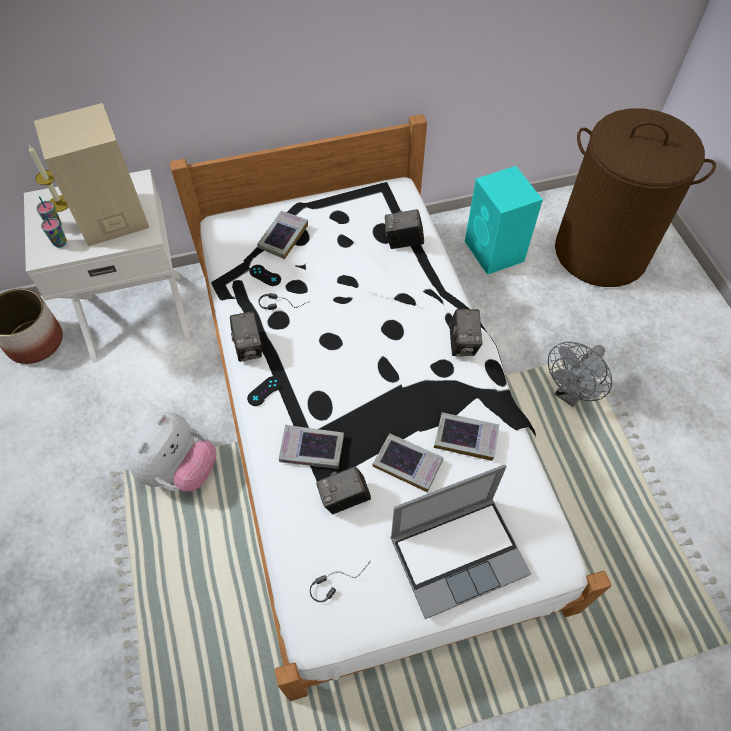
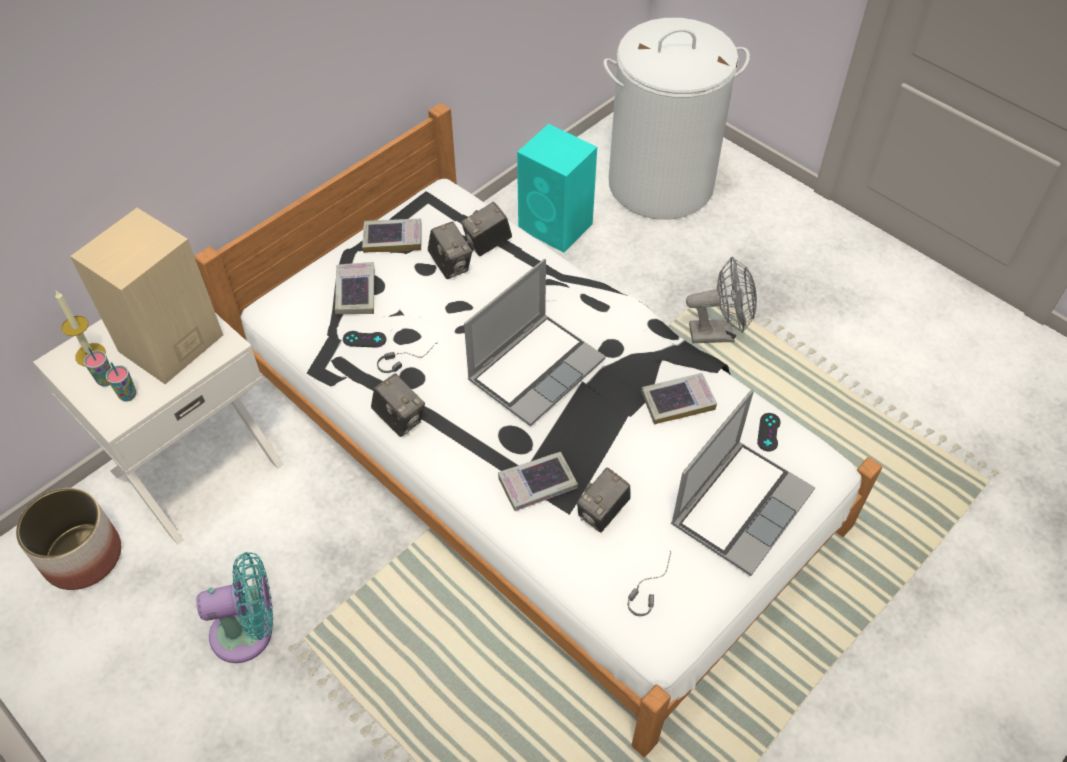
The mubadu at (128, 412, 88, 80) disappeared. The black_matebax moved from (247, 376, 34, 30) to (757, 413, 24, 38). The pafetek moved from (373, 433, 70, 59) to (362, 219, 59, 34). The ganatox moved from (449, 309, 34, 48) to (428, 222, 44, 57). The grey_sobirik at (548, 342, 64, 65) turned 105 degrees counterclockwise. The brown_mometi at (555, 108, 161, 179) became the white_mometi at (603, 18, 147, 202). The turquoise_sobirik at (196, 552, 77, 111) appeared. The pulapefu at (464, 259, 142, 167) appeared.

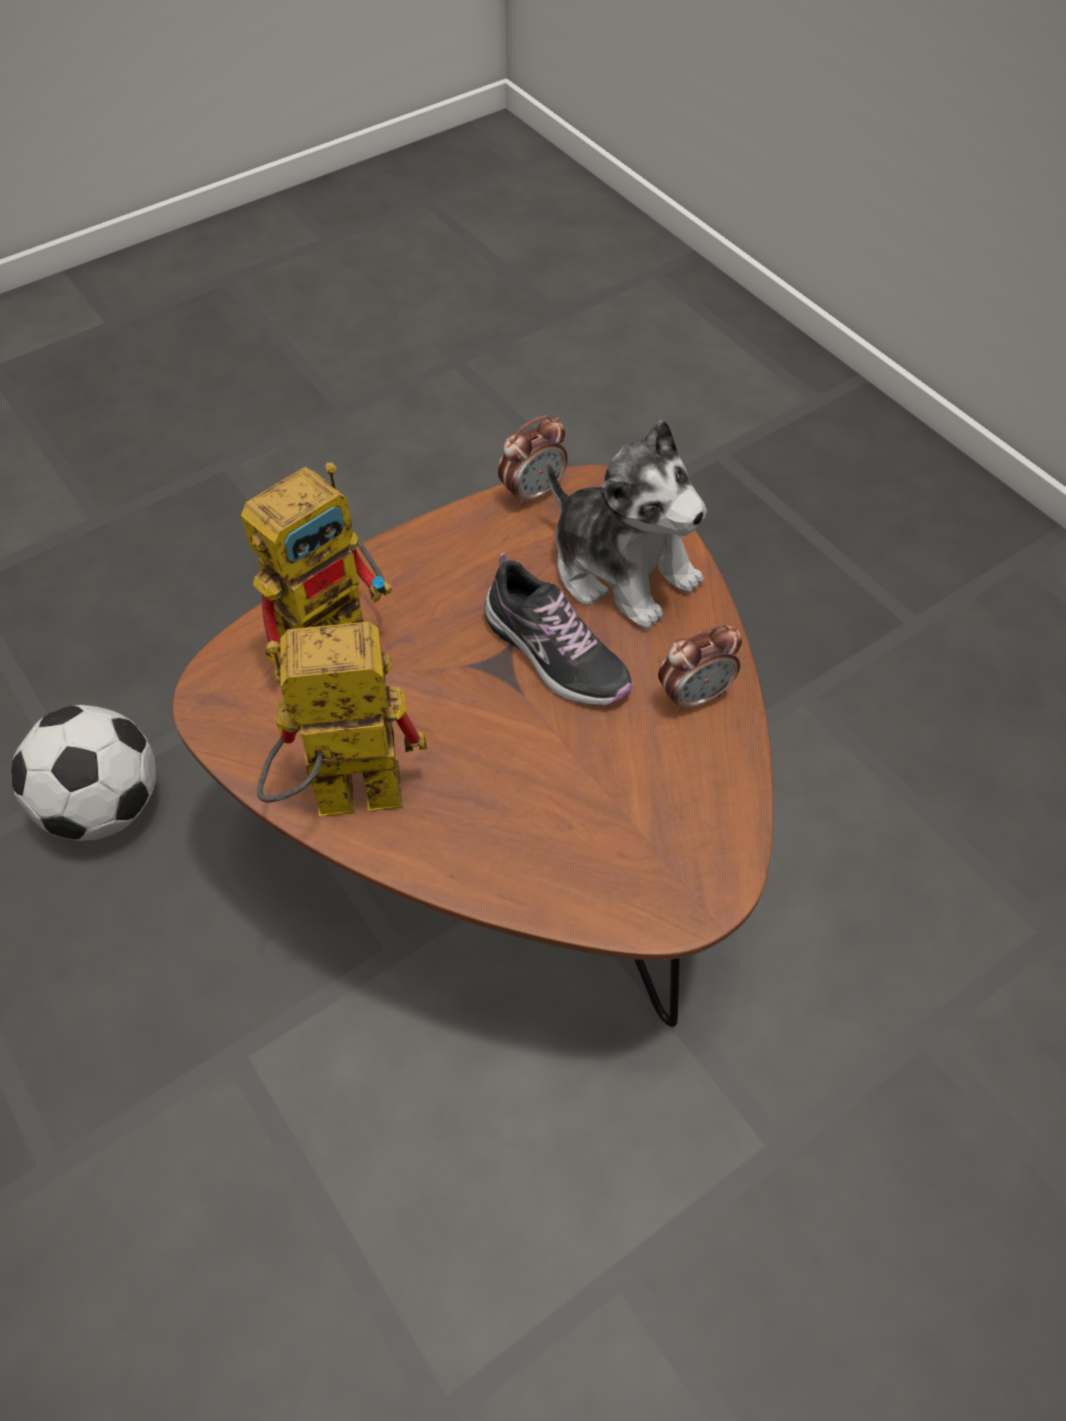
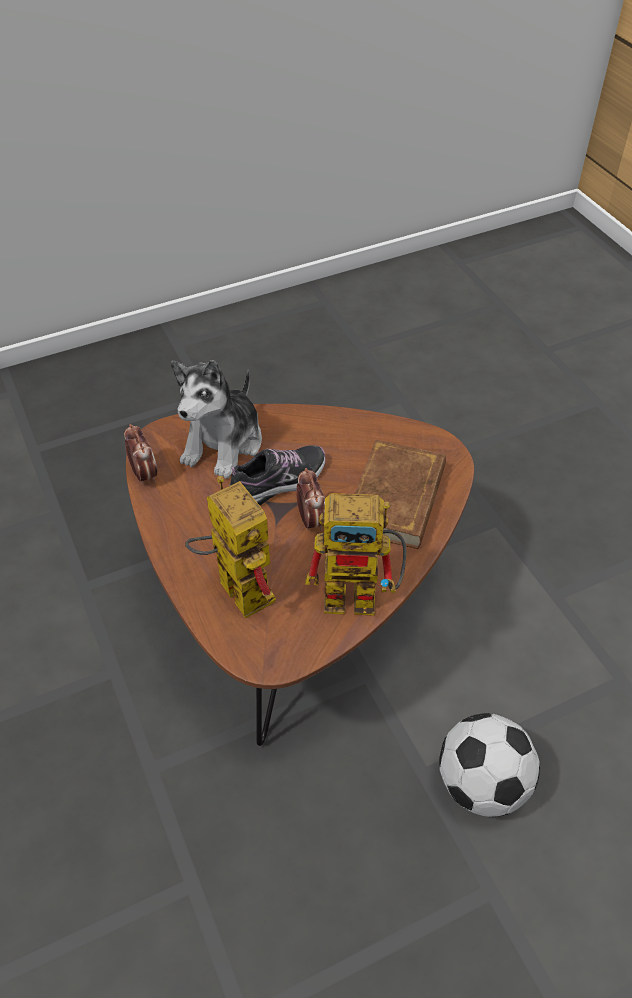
The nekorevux moved from (11, 705, 145, 136) to (439, 713, 101, 104). The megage at (257, 622, 170, 194) turned 90 degrees counterclockwise. The mubadu at (547, 419, 160, 211) turned 150 degrees clockwise. The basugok moved from (658, 624, 84, 89) to (297, 468, 28, 63). The brown_pafetek at (355, 440, 91, 109) appeared.

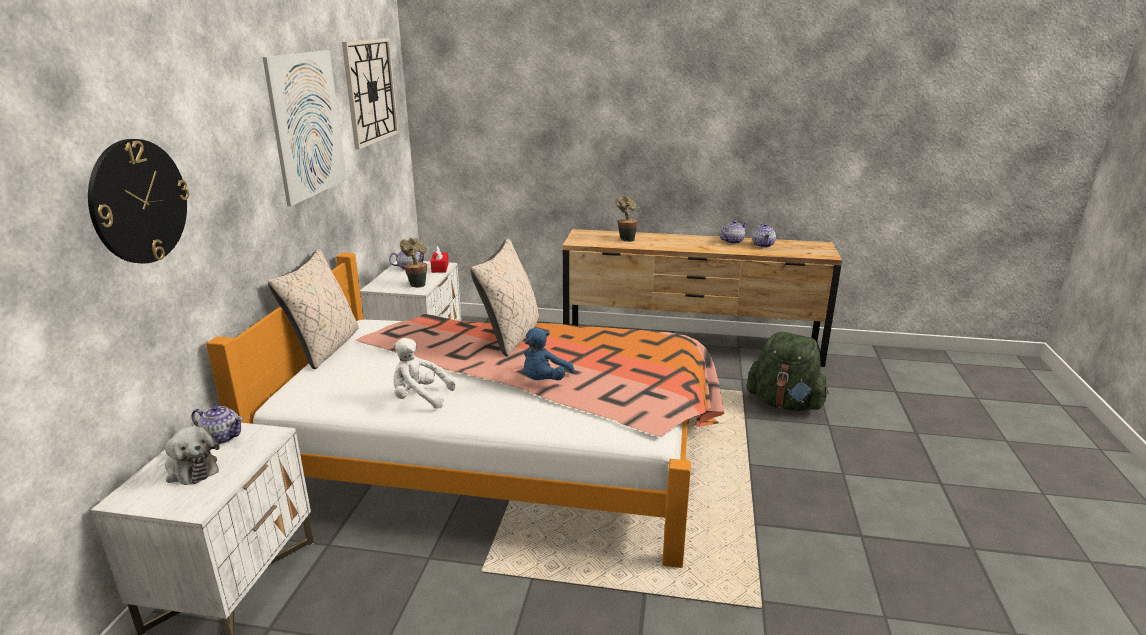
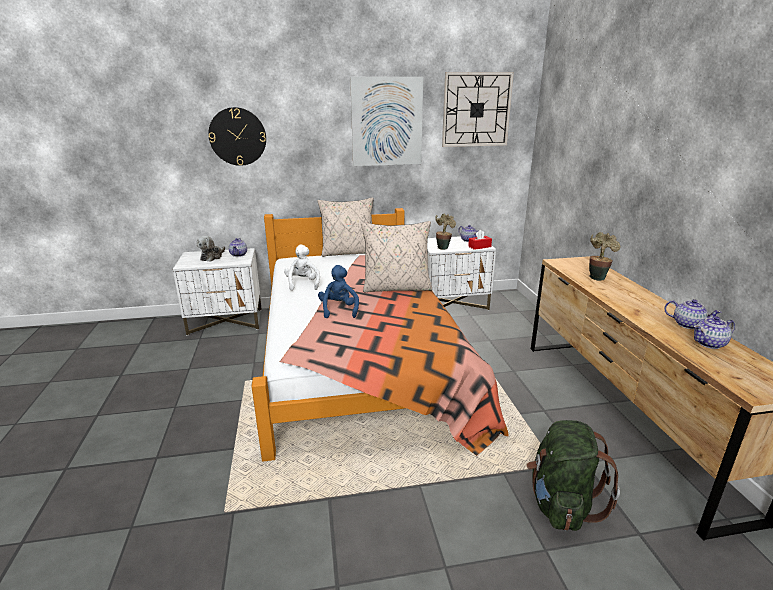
The blue_mubadu at (524, 328, 51, 52) turned 75 degrees clockwise.

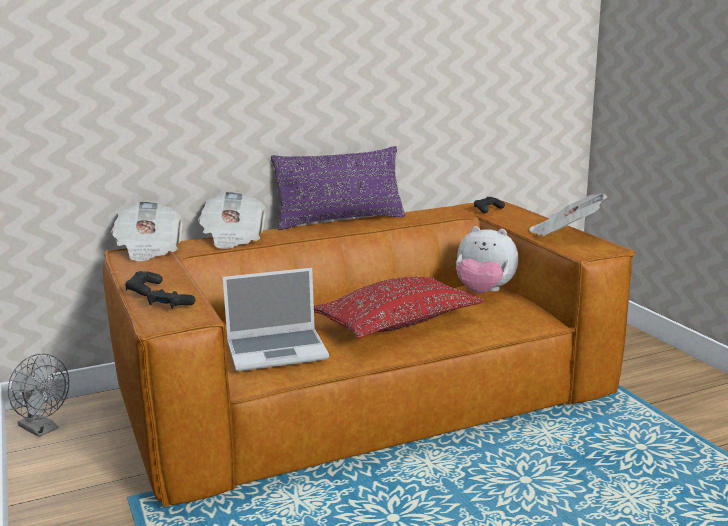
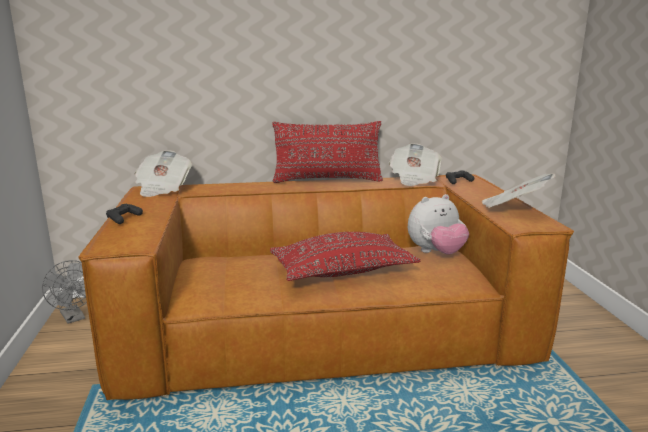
The black_matebax at (147, 289, 48, 20) disappeared. The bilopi moved from (198, 191, 69, 58) to (389, 143, 53, 43). The pulapefu at (223, 268, 106, 103) disappeared. The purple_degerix at (271, 146, 135, 84) became the red_degerix at (272, 121, 111, 62). The mubadu at (456, 226, 62, 67) turned 60 degrees counterclockwise.

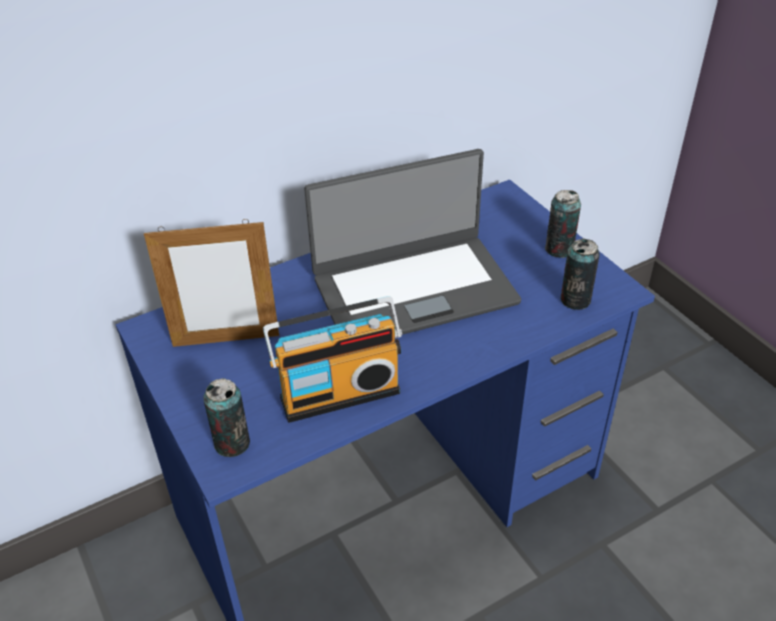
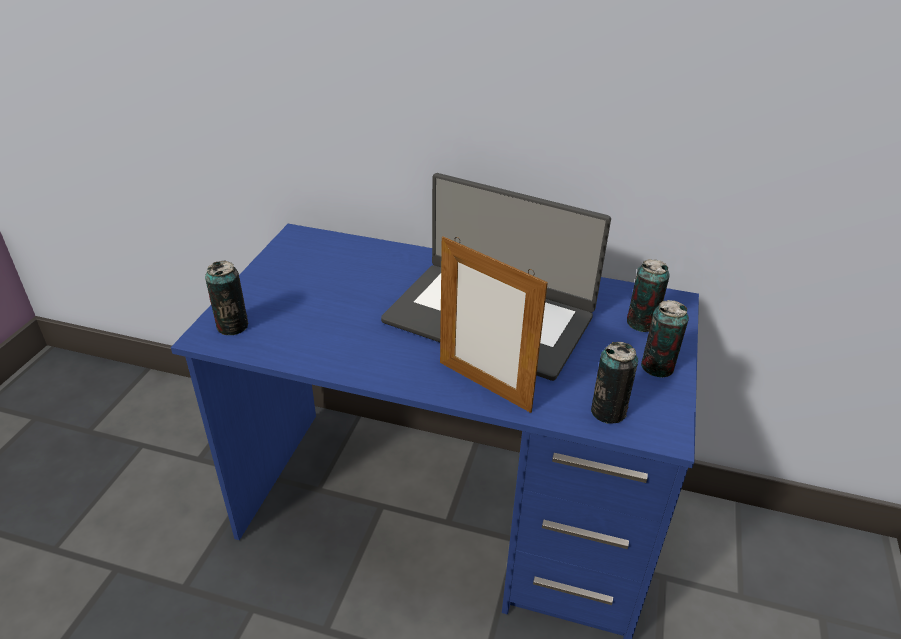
The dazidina moved from (144, 219, 135, 128) to (440, 236, 108, 177). The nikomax at (263, 296, 139, 127) disappeared. The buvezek at (627, 259, 43, 73) appeared.

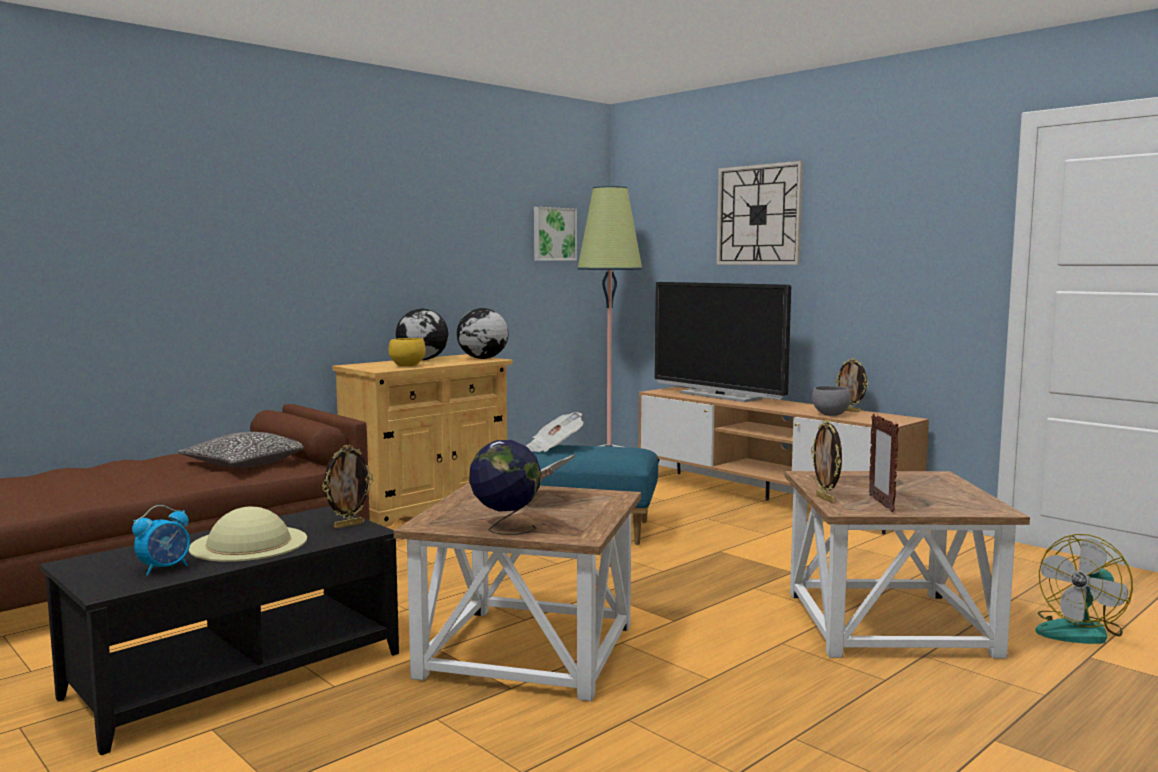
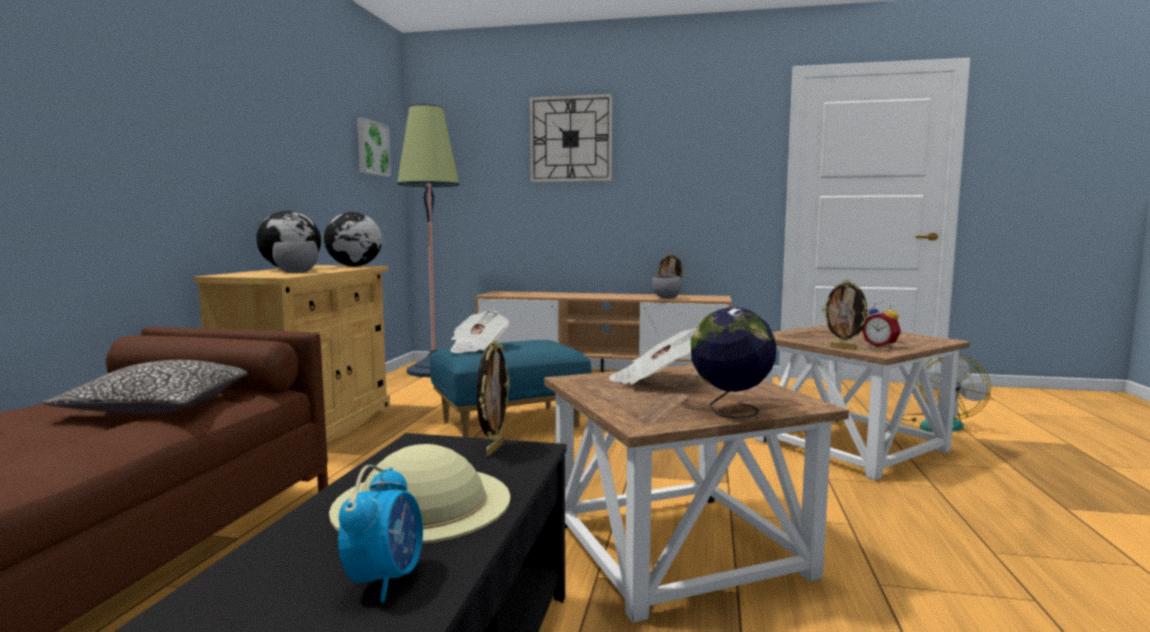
The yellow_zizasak at (388, 338, 38, 28) became the grey_zizasak at (272, 241, 47, 32). The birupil at (654, 282, 137, 120) disappeared. The dazidina at (869, 414, 30, 98) was replaced by the basugok at (862, 302, 39, 46).

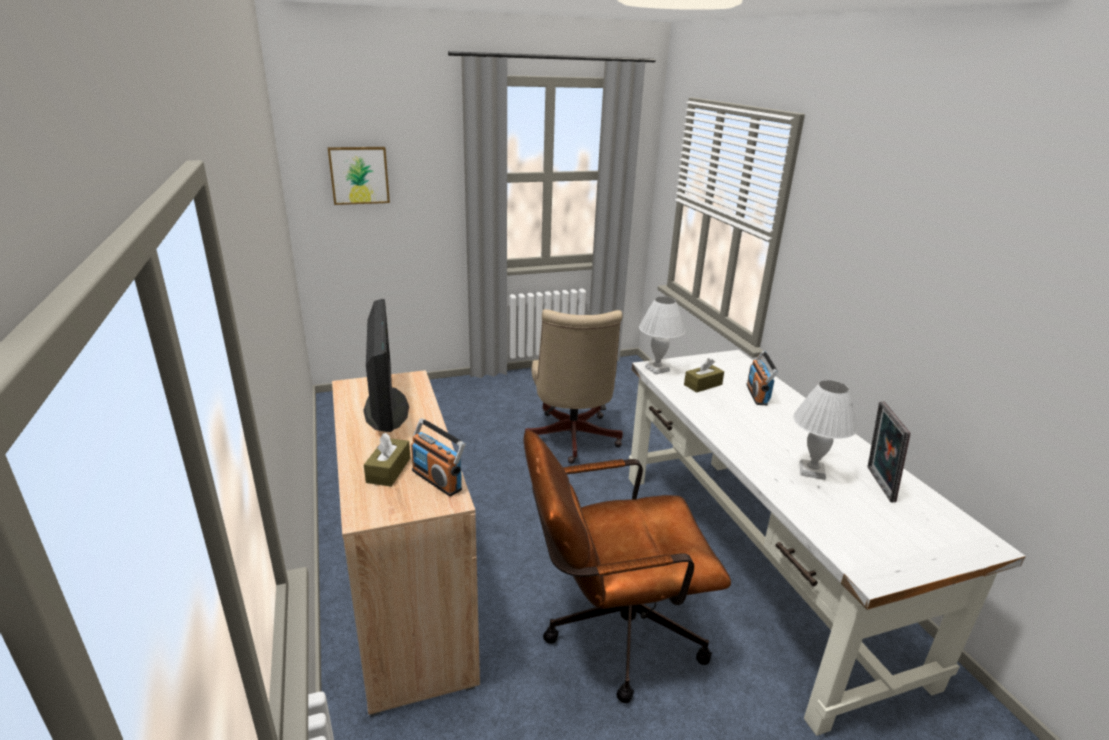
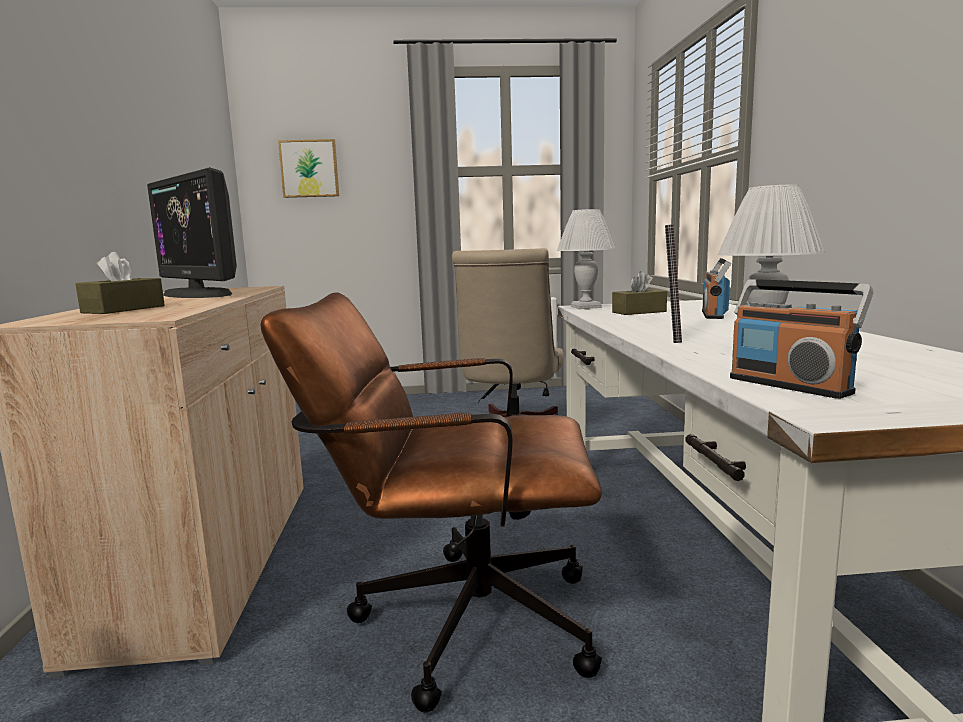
The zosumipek at (363, 299, 46, 133) turned 135 degrees clockwise. The nikomax moved from (411, 419, 54, 77) to (730, 279, 143, 120). The dazidina moved from (868, 401, 43, 101) to (665, 224, 17, 119).

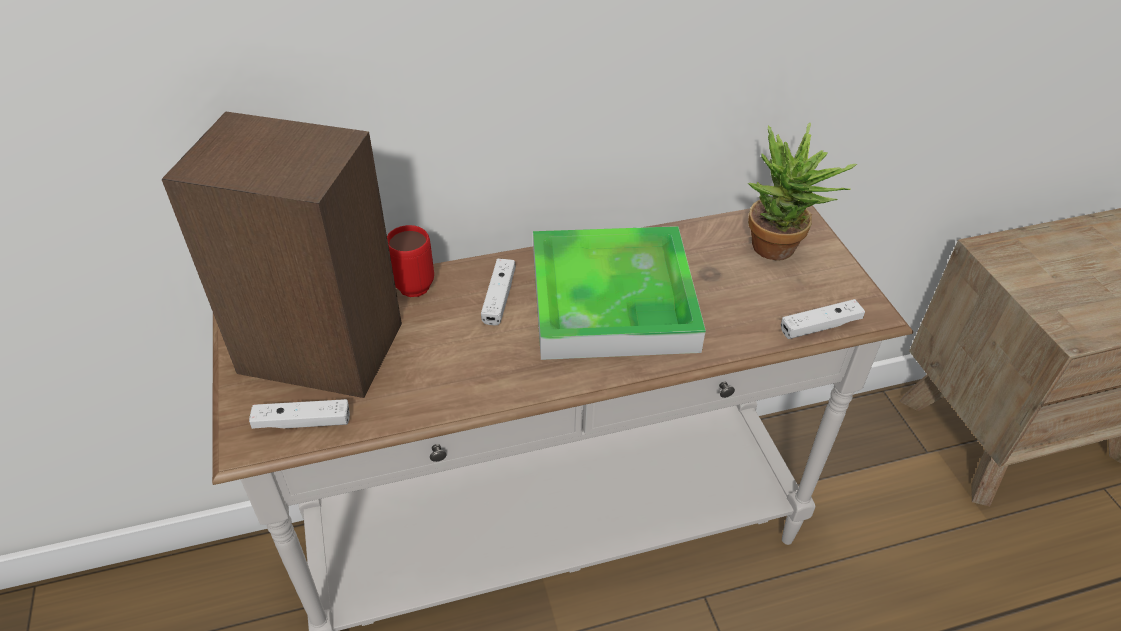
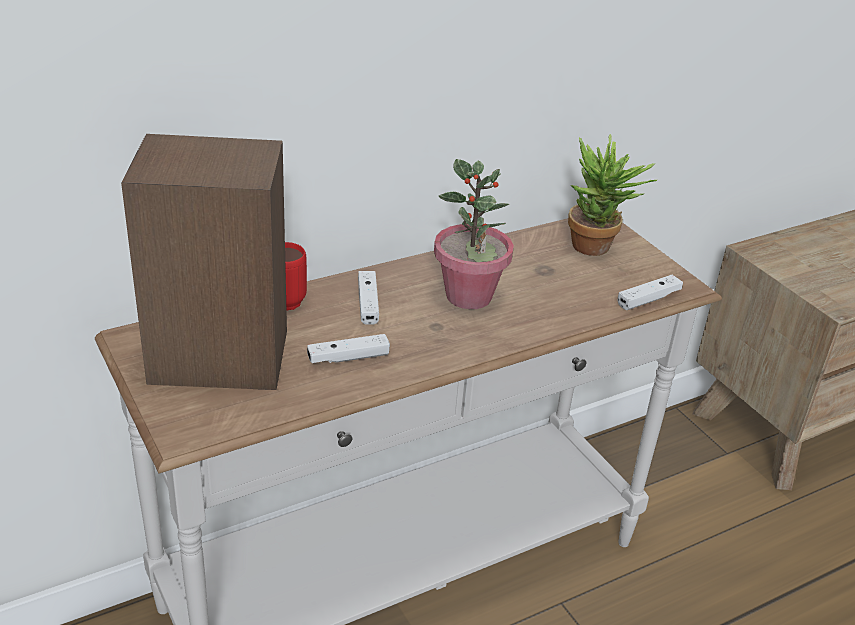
The white_matebax moved from (249, 399, 101, 30) to (307, 334, 83, 29). The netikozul at (533, 226, 173, 134) was replaced by the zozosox at (434, 159, 80, 150).

